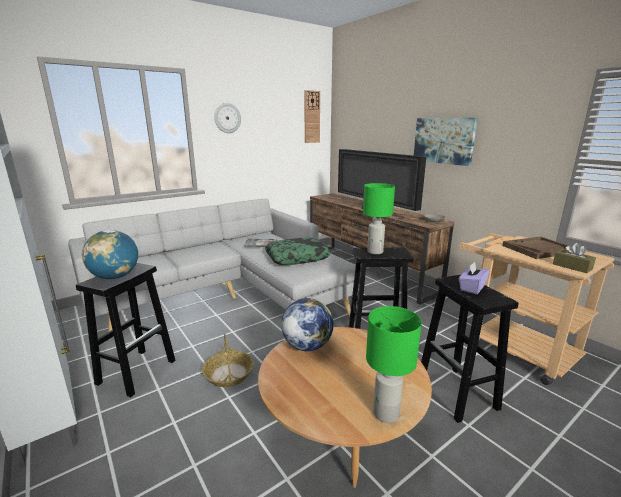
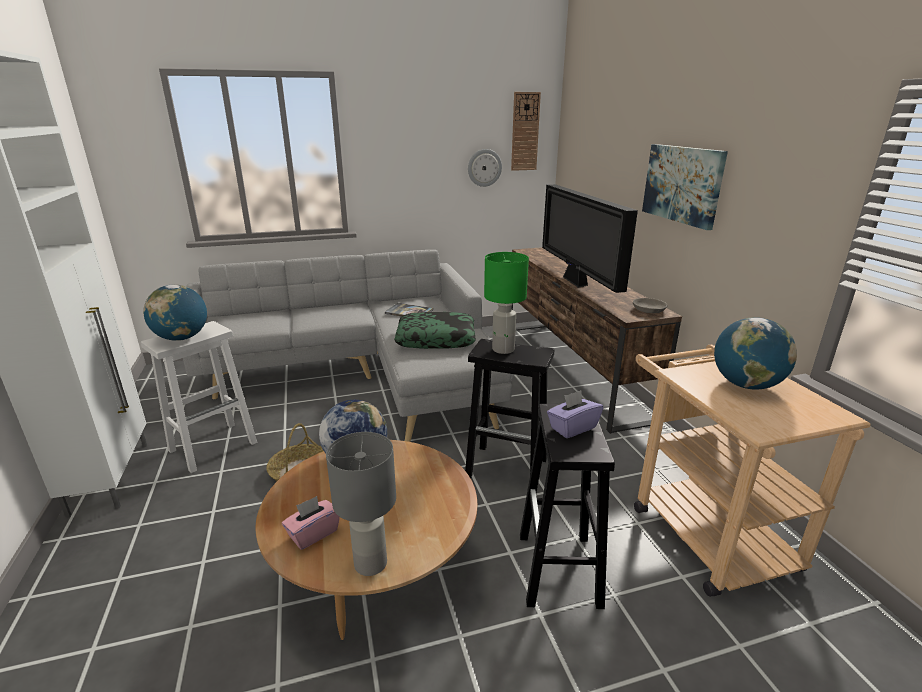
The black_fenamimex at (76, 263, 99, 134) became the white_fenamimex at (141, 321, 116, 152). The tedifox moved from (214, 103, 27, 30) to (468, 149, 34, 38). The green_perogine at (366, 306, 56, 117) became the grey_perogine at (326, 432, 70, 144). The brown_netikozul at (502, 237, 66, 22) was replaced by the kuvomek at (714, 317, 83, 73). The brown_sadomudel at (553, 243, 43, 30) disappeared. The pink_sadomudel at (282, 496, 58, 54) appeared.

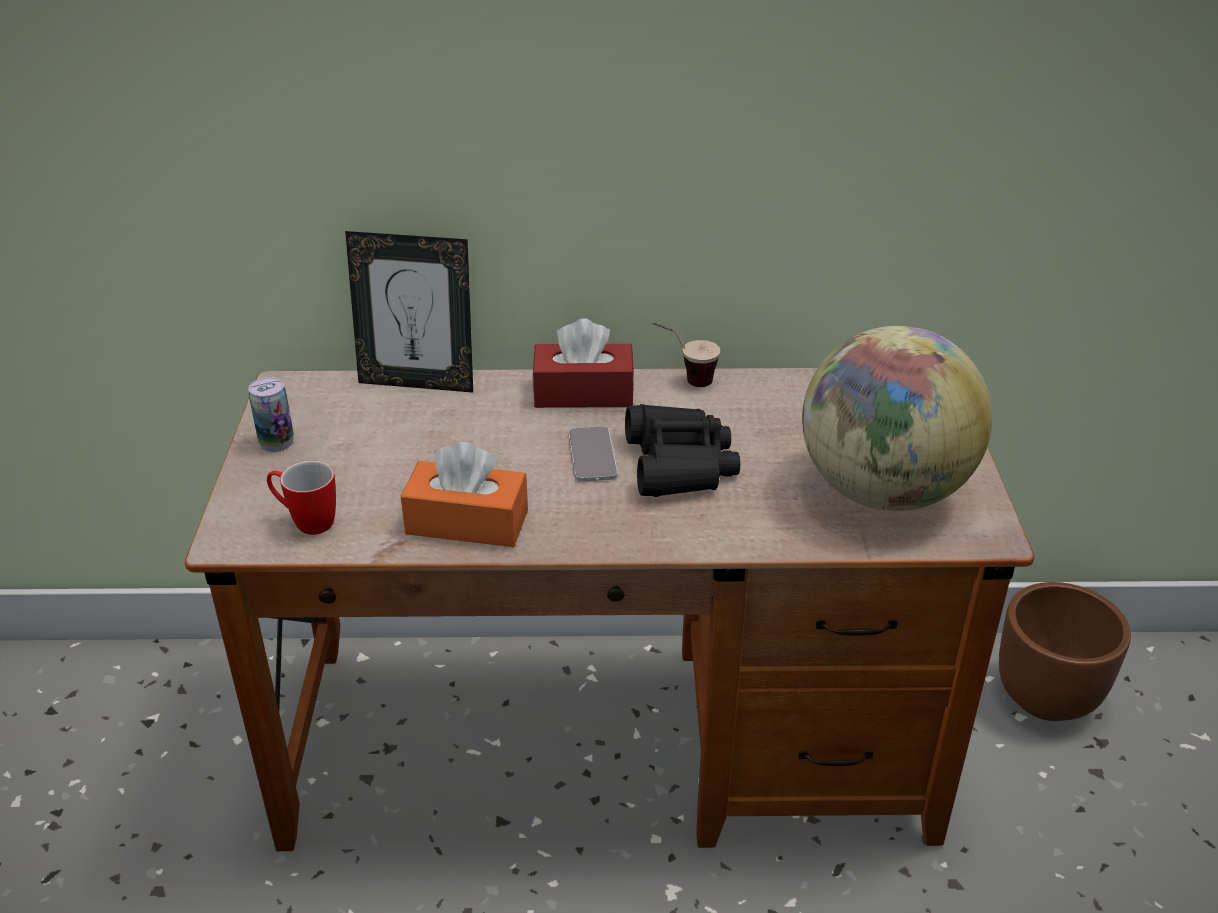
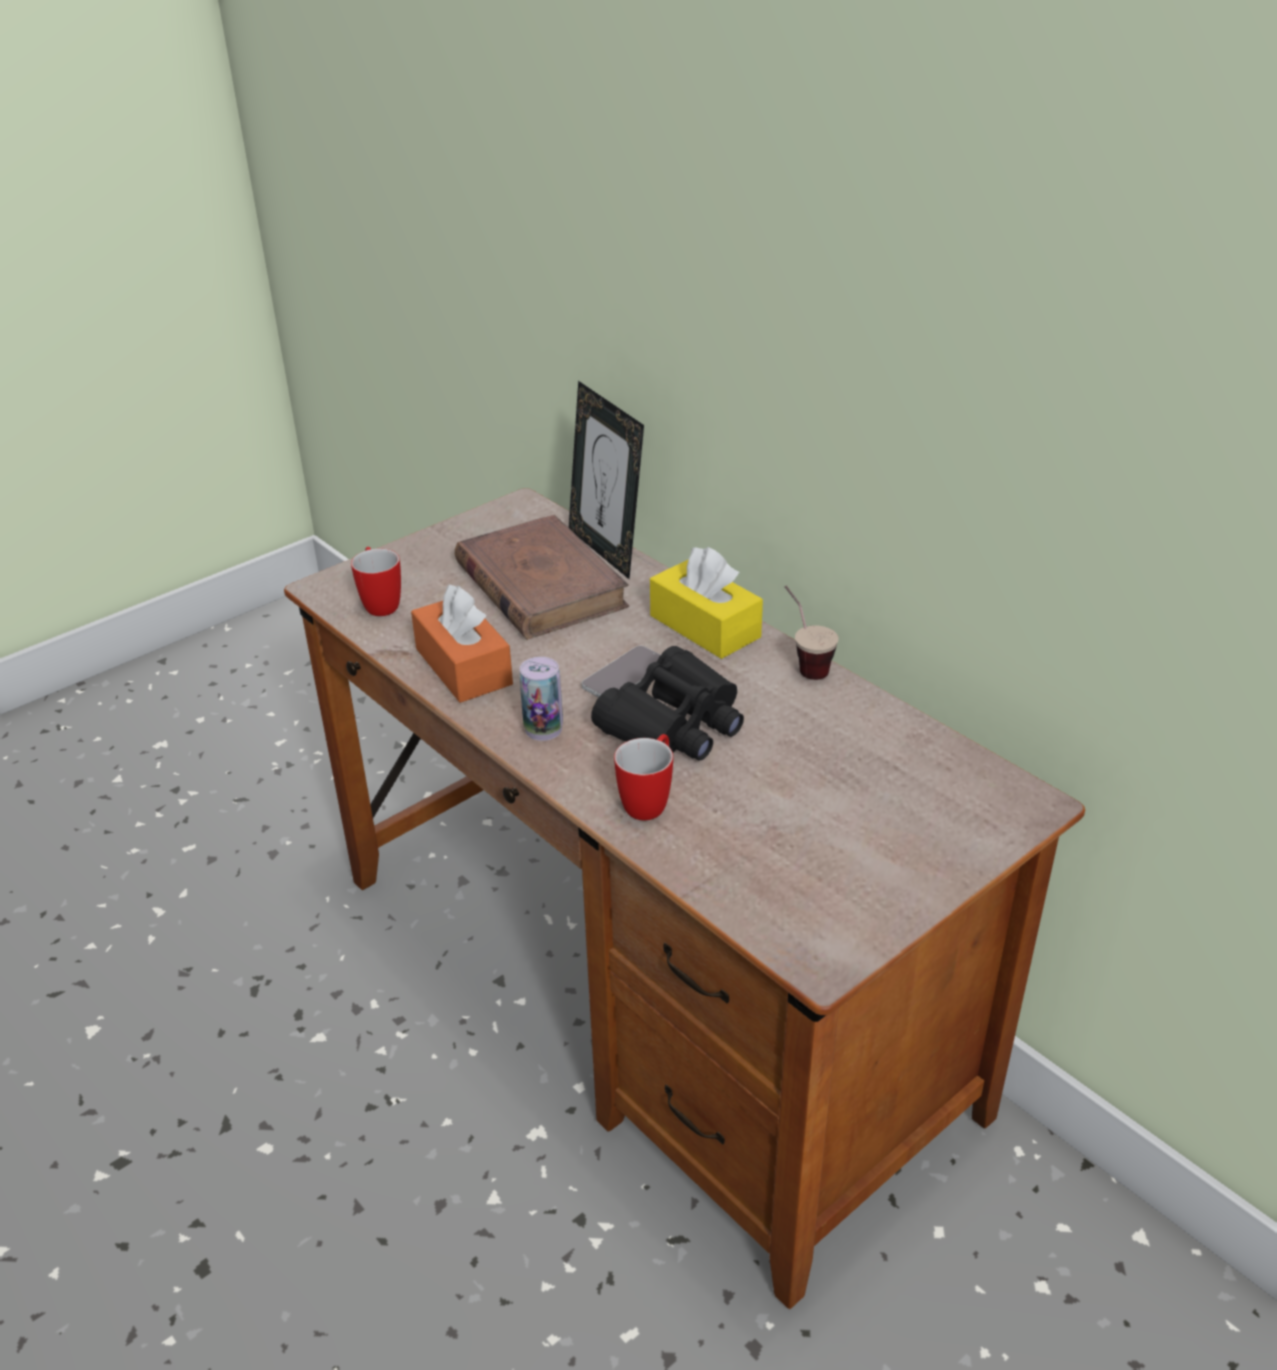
The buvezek moved from (248, 377, 46, 75) to (519, 657, 44, 84). The red_sadomudel at (532, 319, 102, 89) became the yellow_sadomudel at (650, 547, 113, 112). The kuvomek at (802, 326, 190, 185) disappeared. The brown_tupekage at (999, 582, 132, 139) disappeared. The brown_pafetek at (455, 515, 174, 125) appeared. The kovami at (614, 734, 59, 86) appeared.

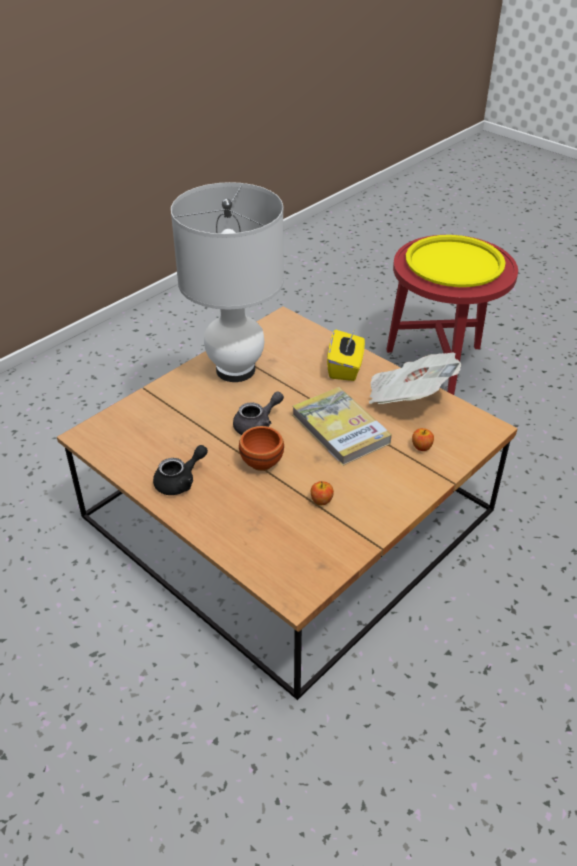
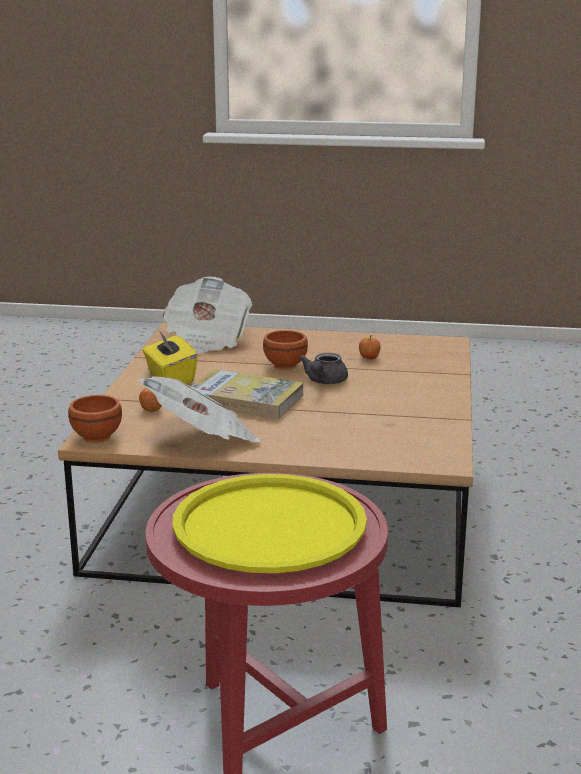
The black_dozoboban at (153, 445, 55, 50) disappeared. The white_perogine at (171, 182, 113, 200) disappeared. The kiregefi moved from (311, 481, 23, 24) to (359, 335, 22, 24). The yellow_sadomudel moved from (327, 330, 38, 51) to (143, 330, 55, 54). The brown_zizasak at (68, 395, 54, 48) appeared. The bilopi at (162, 277, 90, 77) appeared.

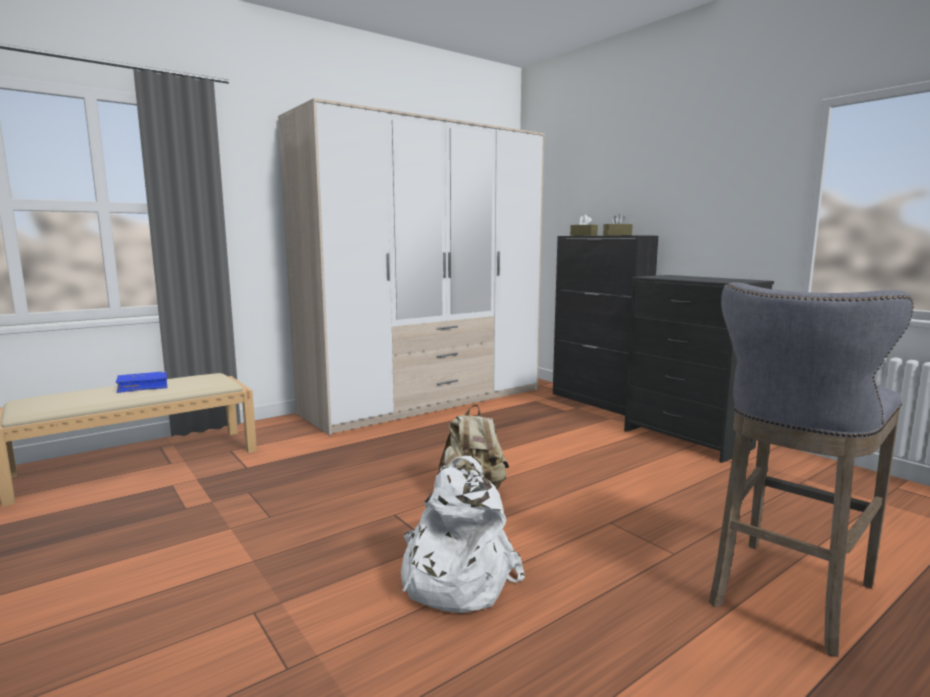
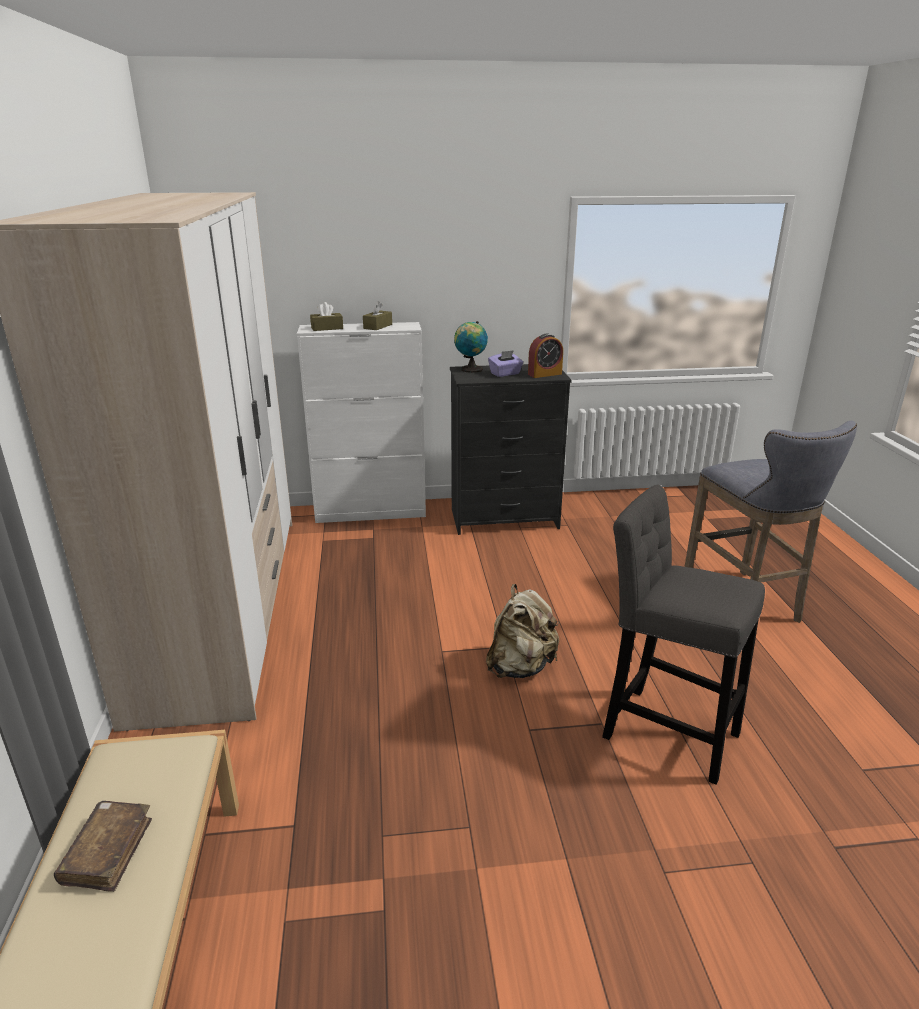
The blue_pafetek at (116, 371, 52, 22) became the brown_pafetek at (54, 801, 98, 91). The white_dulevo at (401, 456, 124, 157) was replaced by the grey_fenamimex at (602, 485, 163, 300). The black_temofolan at (553, 236, 106, 179) became the white_temofolan at (297, 322, 129, 201). The kuvomek at (454, 321, 34, 52) appeared. The purple_sadomudel at (488, 350, 35, 27) appeared. The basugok at (528, 334, 35, 44) appeared.

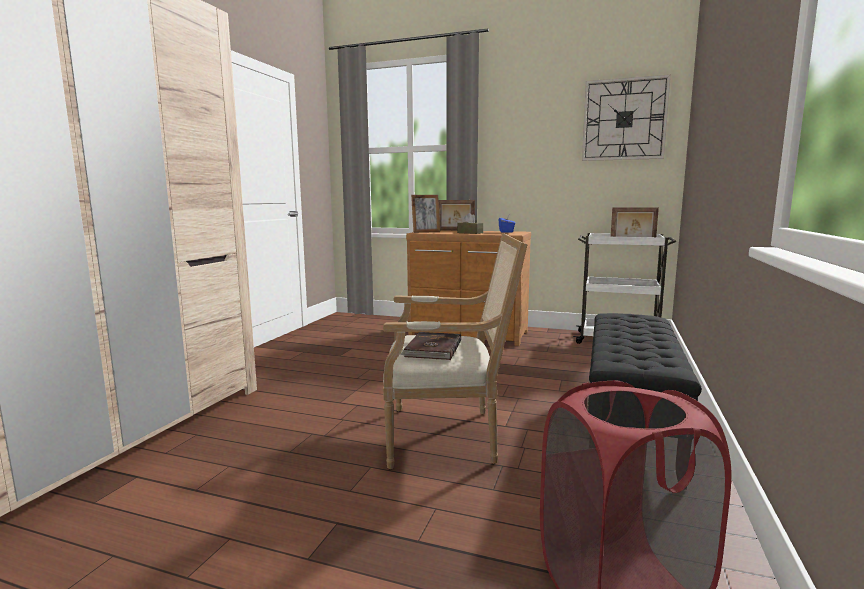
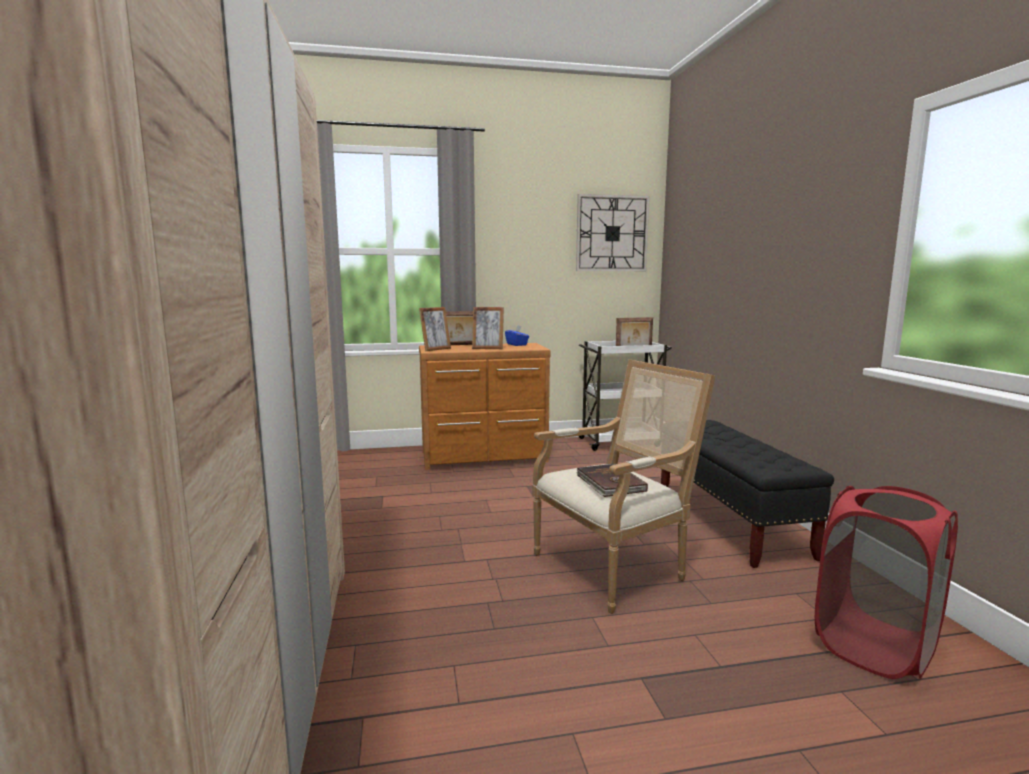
The brown_sadomudel at (457, 213, 26, 21) was replaced by the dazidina at (472, 307, 32, 42).

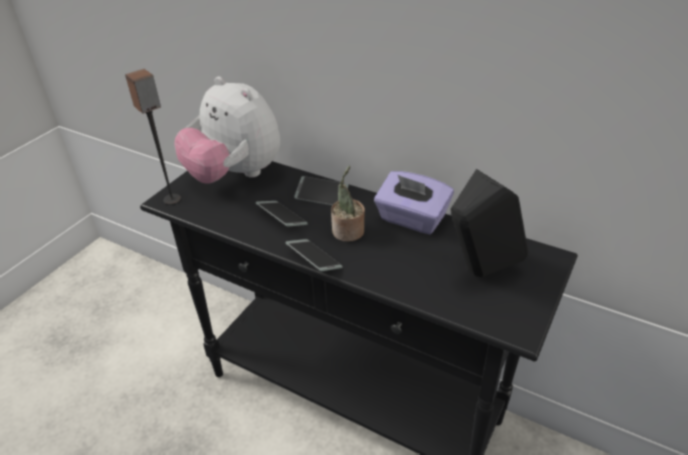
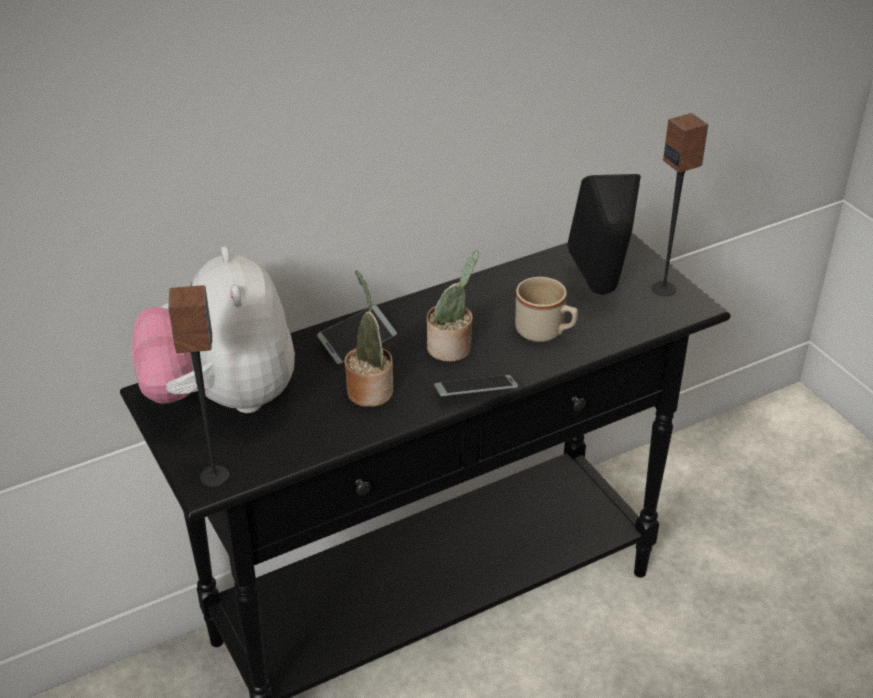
The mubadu at (175, 76, 105, 108) turned 90 degrees clockwise. The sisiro at (256, 201, 52, 26) was replaced by the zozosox at (344, 270, 49, 137). The purple_sadomudel at (374, 171, 80, 63) disappeared. The beige_kovami at (515, 277, 63, 65) appeared. The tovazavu at (652, 113, 56, 183) appeared.

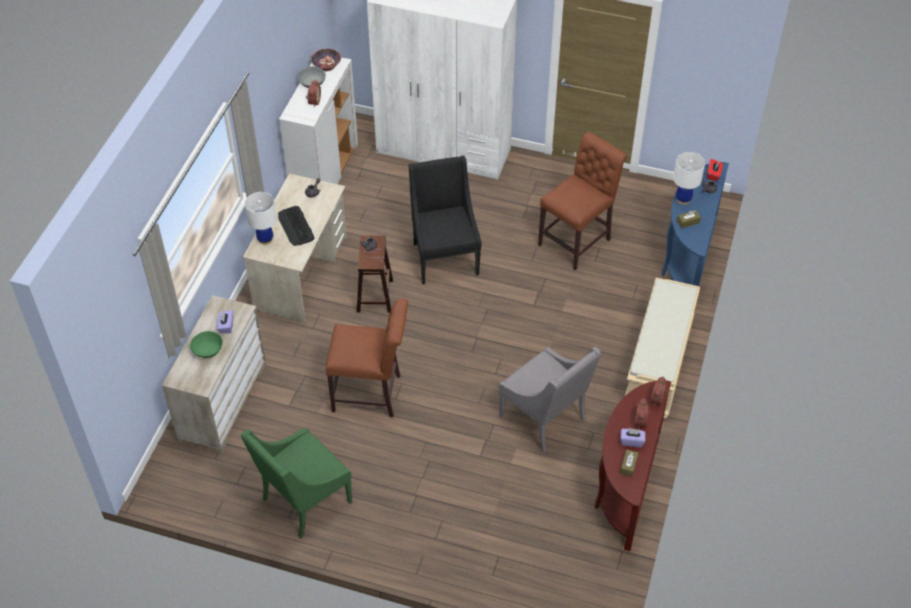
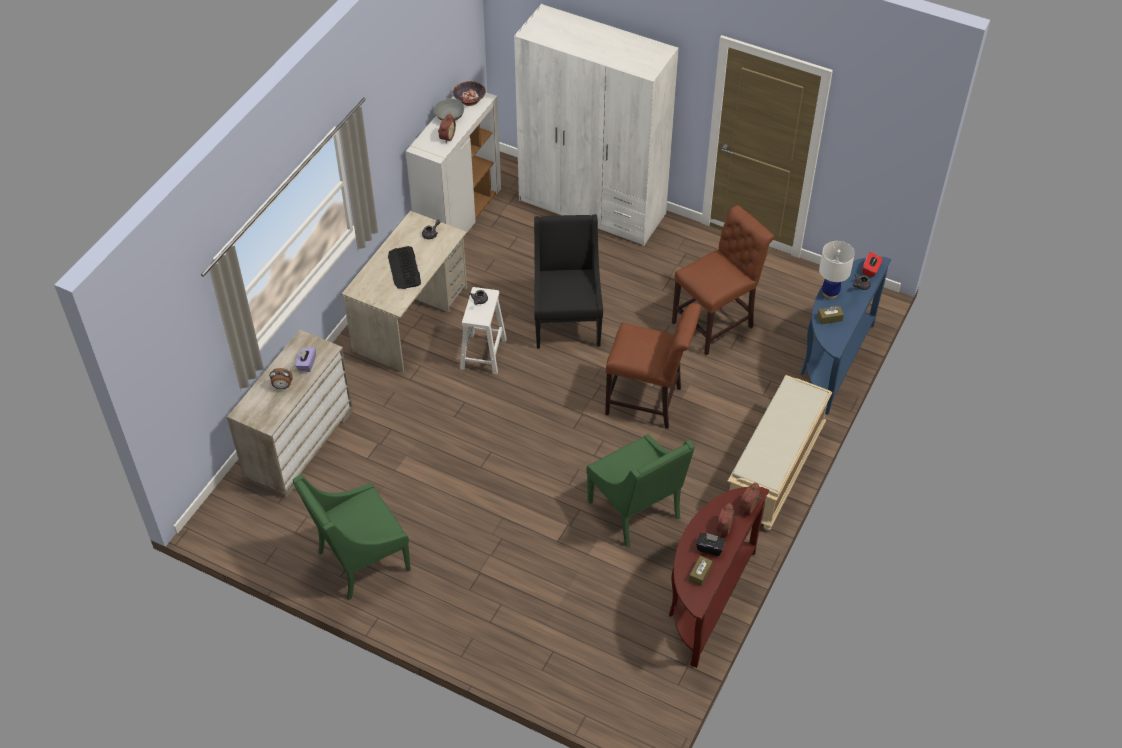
The green_zizasak at (190, 331, 33, 27) was replaced by the basugok at (269, 368, 24, 21). The white_perogine at (245, 192, 32, 53) disappeared. The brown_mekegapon moved from (326, 299, 82, 118) to (605, 303, 96, 126). The brown_fenamimex at (357, 236, 36, 77) became the white_fenamimex at (460, 287, 47, 87). The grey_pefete at (499, 347, 102, 105) became the green_pefete at (586, 434, 109, 114). The purple_sadomudel at (620, 428, 25, 19) became the black_sadomudel at (696, 533, 29, 23).

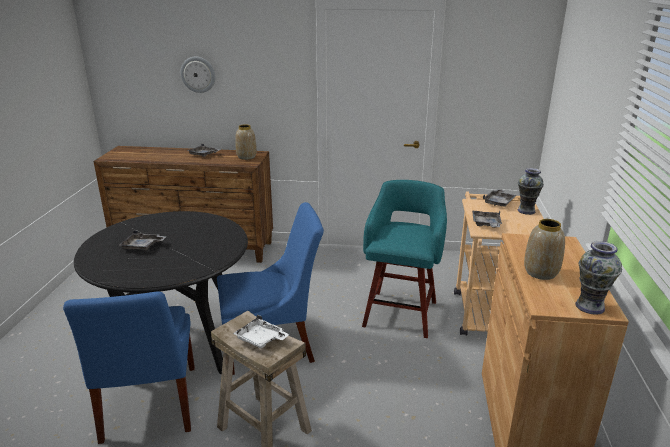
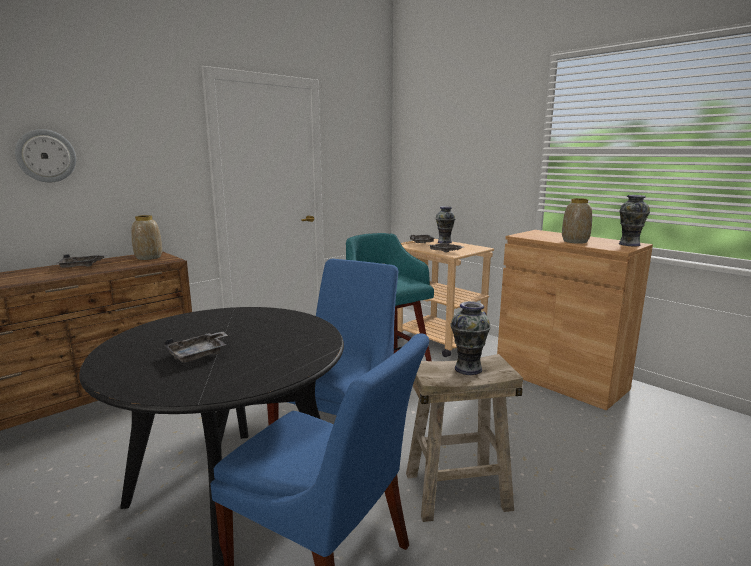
The white_netikozul at (233, 315, 57, 33) was replaced by the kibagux at (450, 301, 40, 74).

